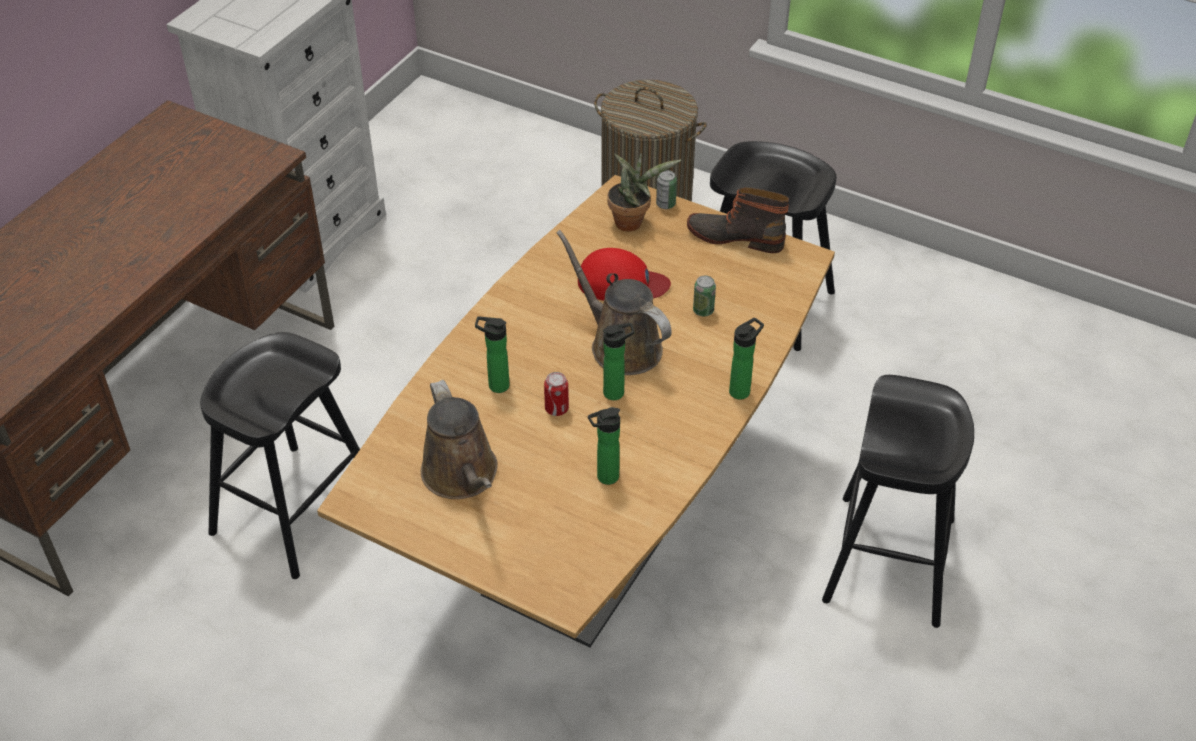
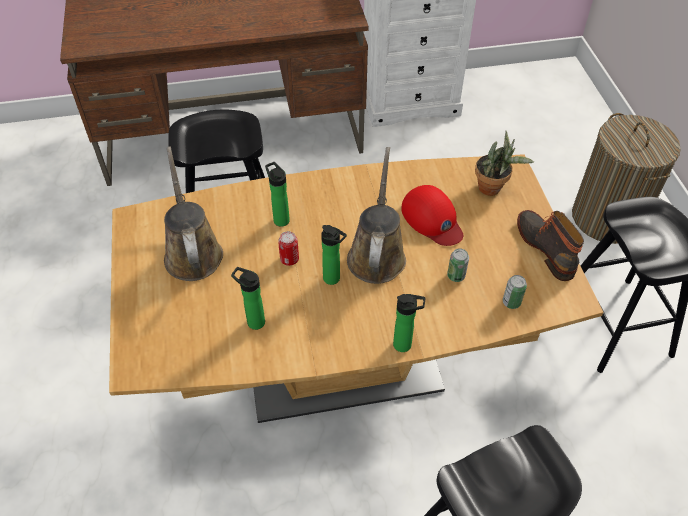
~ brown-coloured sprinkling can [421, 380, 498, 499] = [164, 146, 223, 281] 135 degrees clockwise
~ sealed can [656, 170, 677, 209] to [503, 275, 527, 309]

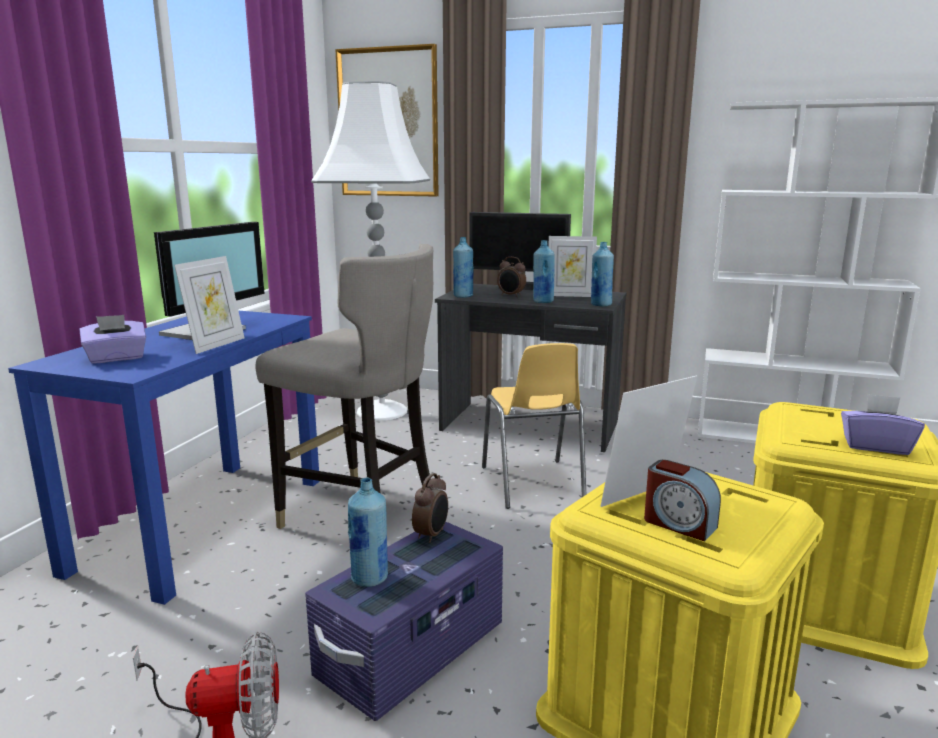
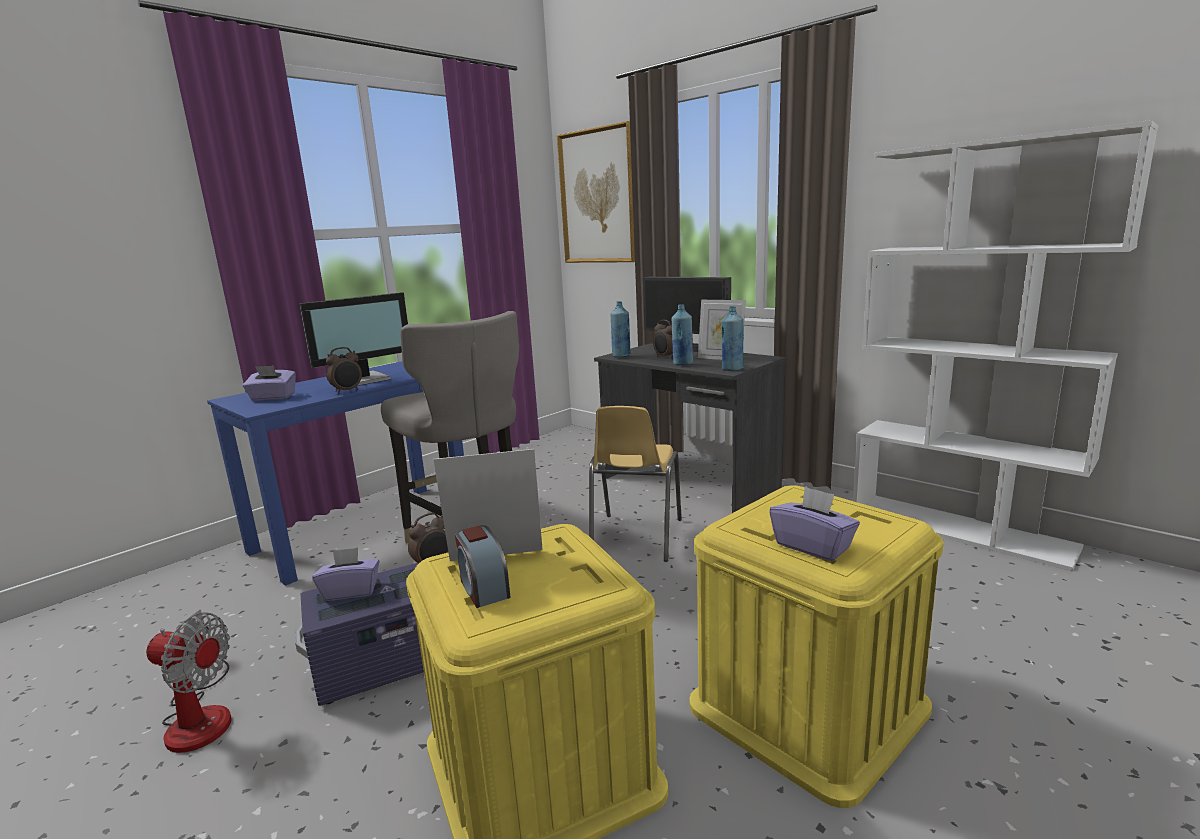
~ photo frame [174, 256, 245, 354] to alarm clock [326, 347, 362, 394]
- whitish standard lamp [311, 81, 430, 421]
~ bluish beverage bottle [348, 477, 388, 587] to purple box of tissues [312, 547, 379, 601]

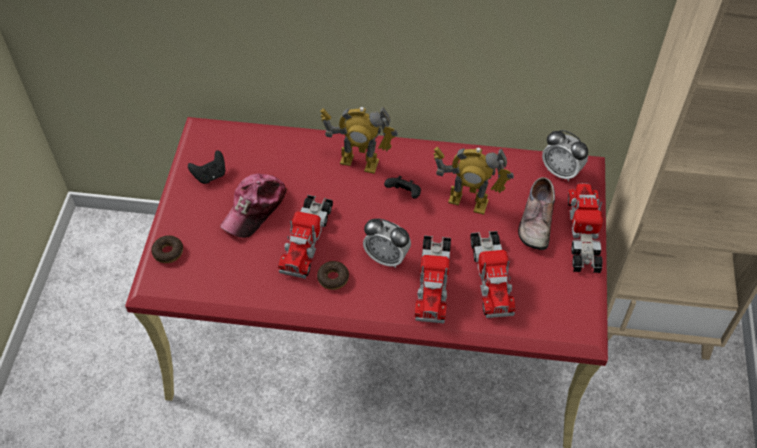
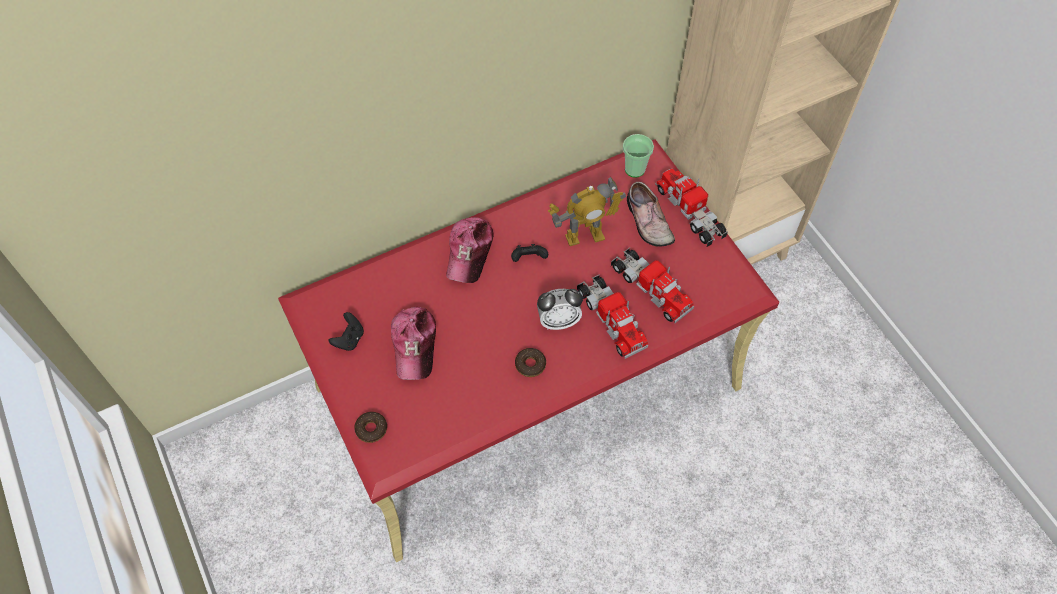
- model truck [278, 195, 333, 279]
~ toy robot [320, 106, 398, 174] to peaked cap [446, 217, 494, 283]
~ alarm clock [542, 130, 588, 182] to drinking cup [623, 134, 654, 178]

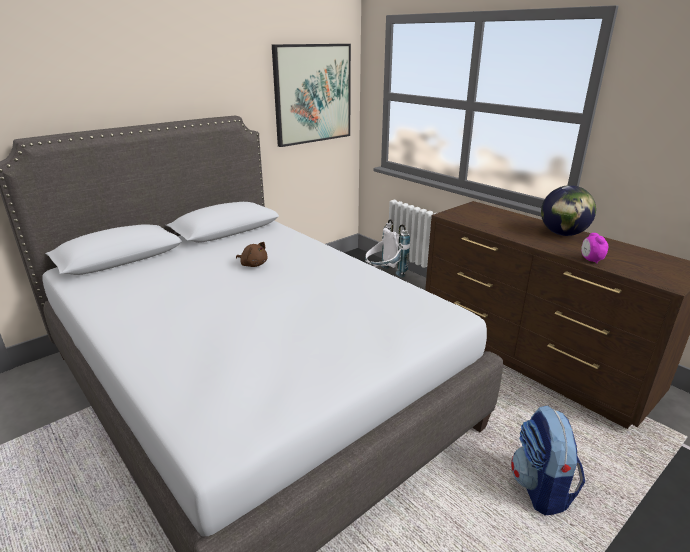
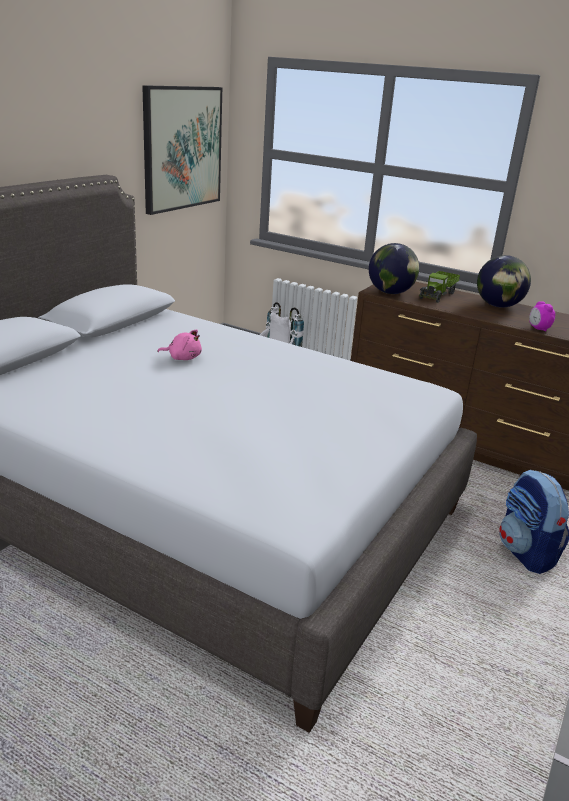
~ brown-coloured soft toy [236, 242, 268, 267] to pinkish soft toy [157, 329, 202, 360]
+ world globe [369, 243, 419, 294]
+ model truck [419, 271, 460, 303]

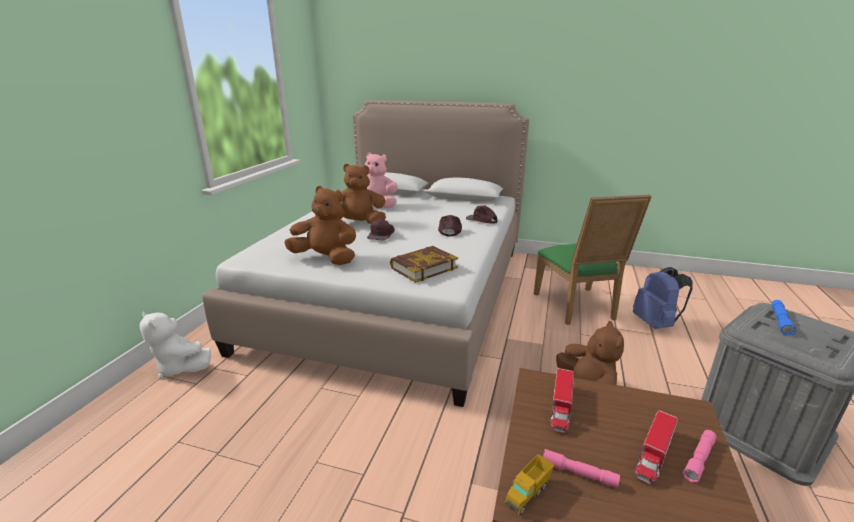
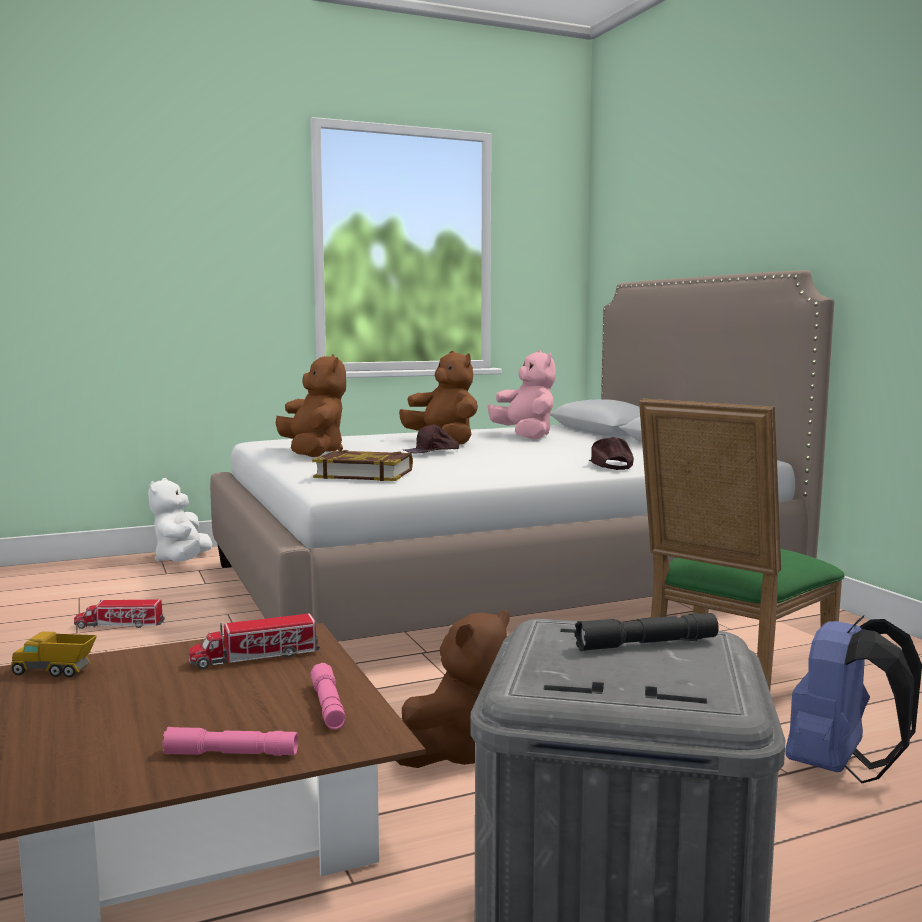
- brown-coloured peaked cap [438, 215, 462, 236]
~ pinkish flashlight [543, 449, 620, 488] to [311, 663, 346, 730]
~ model truck [635, 410, 678, 484] to [74, 599, 165, 629]
~ bluish flashlight [771, 300, 796, 336] to grey flashlight [574, 613, 719, 651]

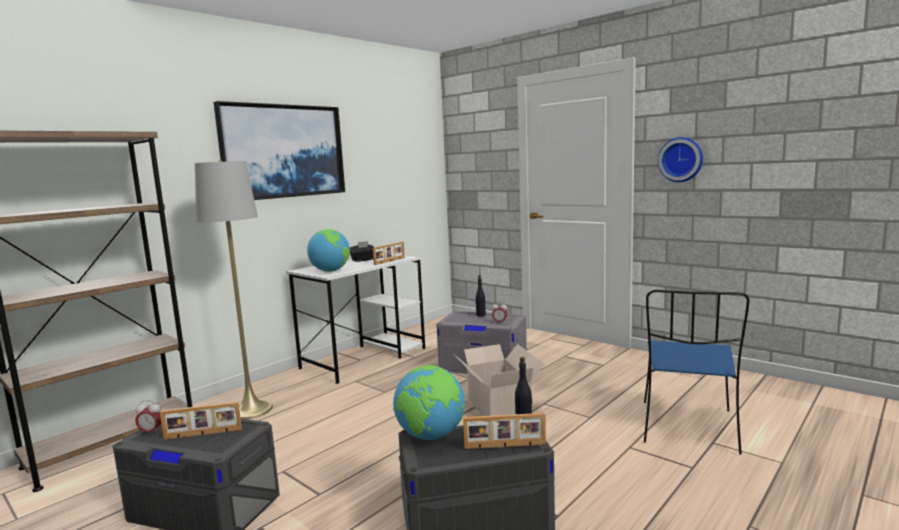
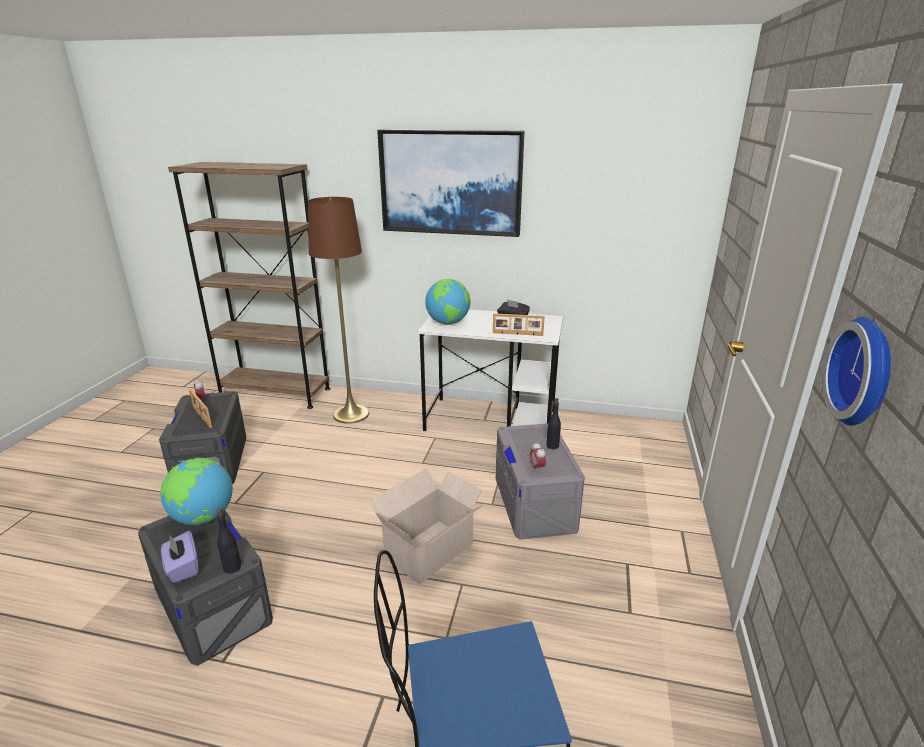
~ grey standard lamp [195, 160, 273, 419] to brown-coloured standard lamp [308, 197, 369, 424]
~ photo frame [463, 413, 546, 449] to purple box of tissues [161, 531, 199, 583]

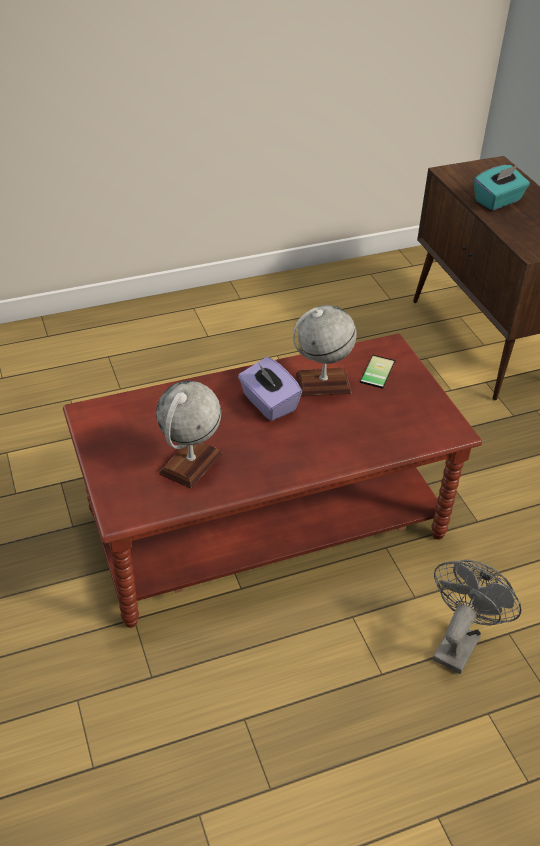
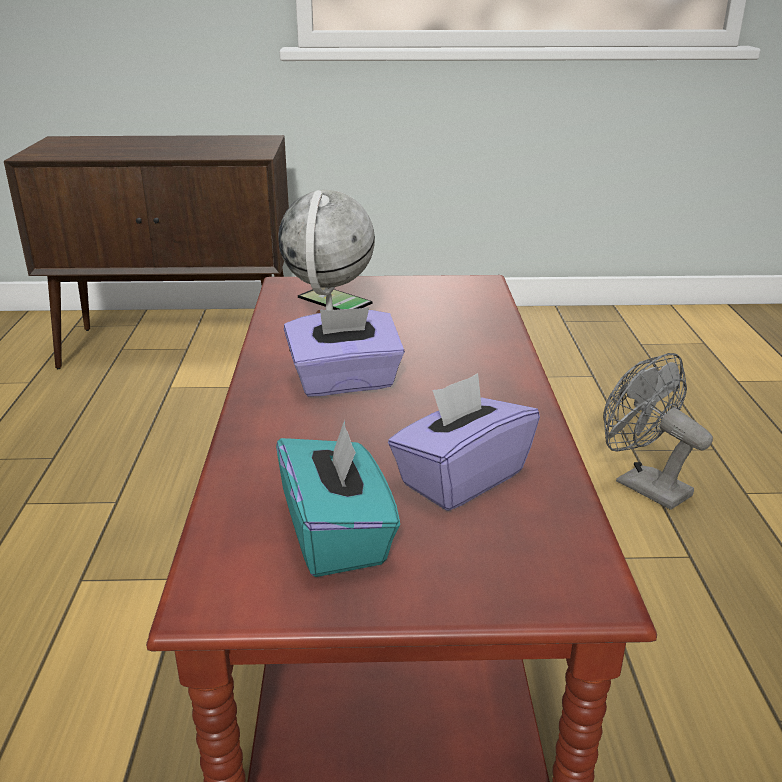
~ world globe [156, 381, 222, 489] to purple box of tissues [388, 373, 540, 511]
~ blue-green box of tissues [474, 165, 530, 210] to [276, 420, 400, 577]

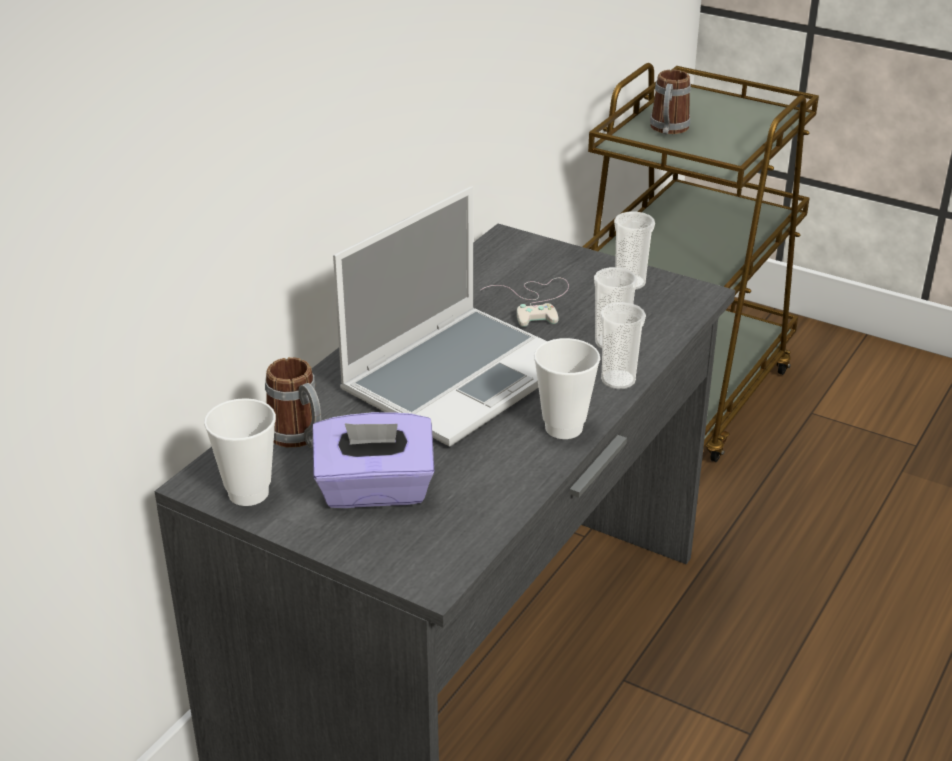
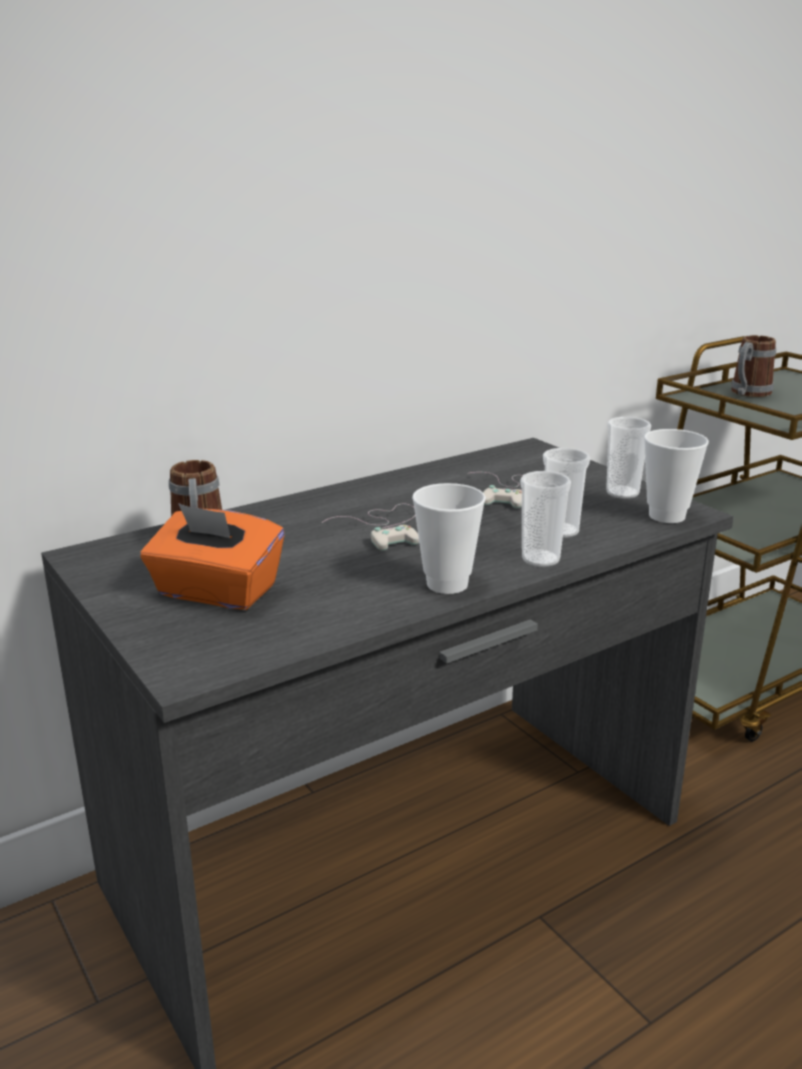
~ drinking cup [204, 398, 276, 506] to [644, 429, 709, 523]
~ purple box of tissues [313, 412, 434, 508] to orangey box of tissues [140, 503, 284, 610]
~ laptop [333, 186, 547, 447] to whitish gamepad [322, 503, 419, 551]

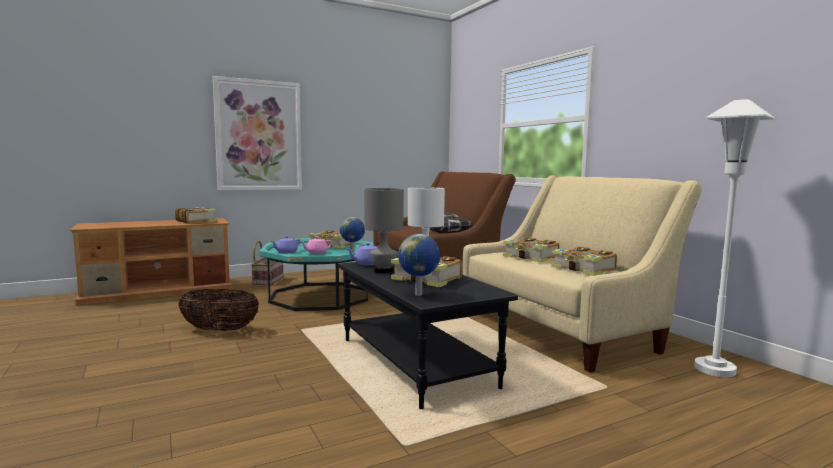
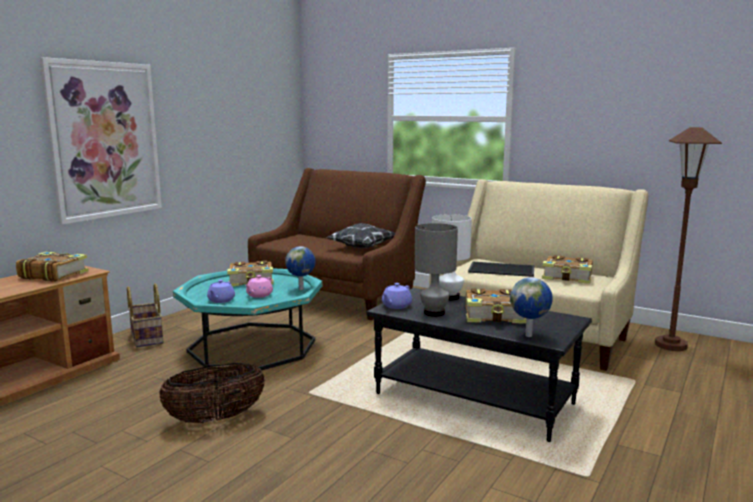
~ volume [503, 238, 560, 262] to tray [468, 262, 534, 277]
~ whitish standard lamp [694, 99, 775, 377] to brown-coloured standard lamp [655, 127, 722, 351]

